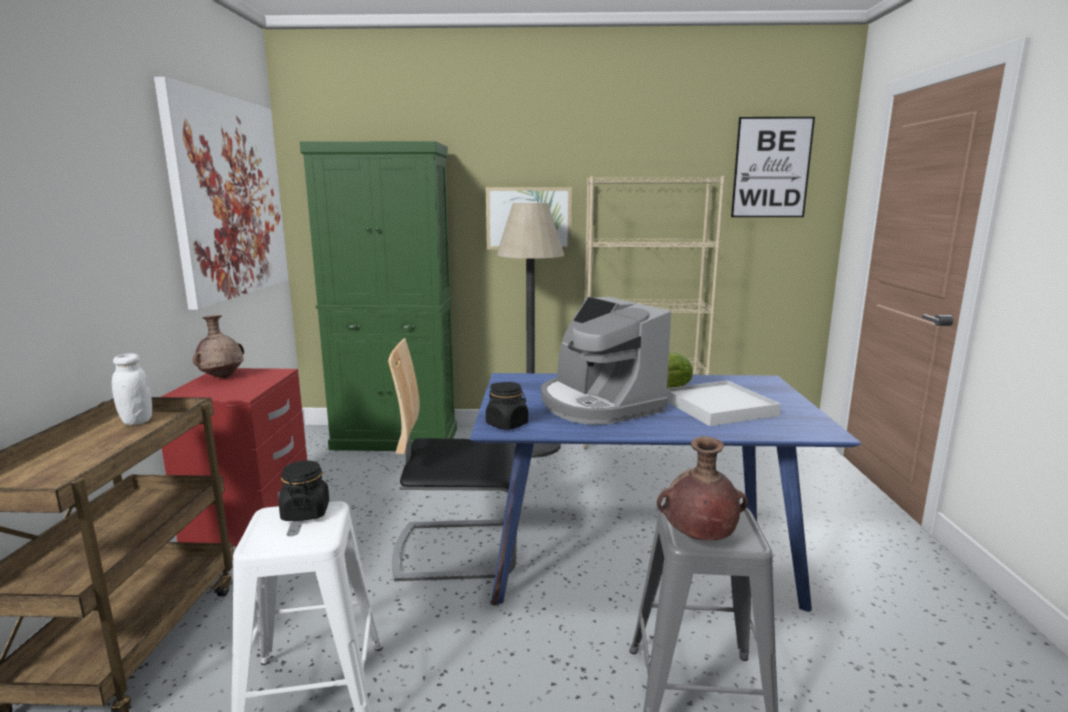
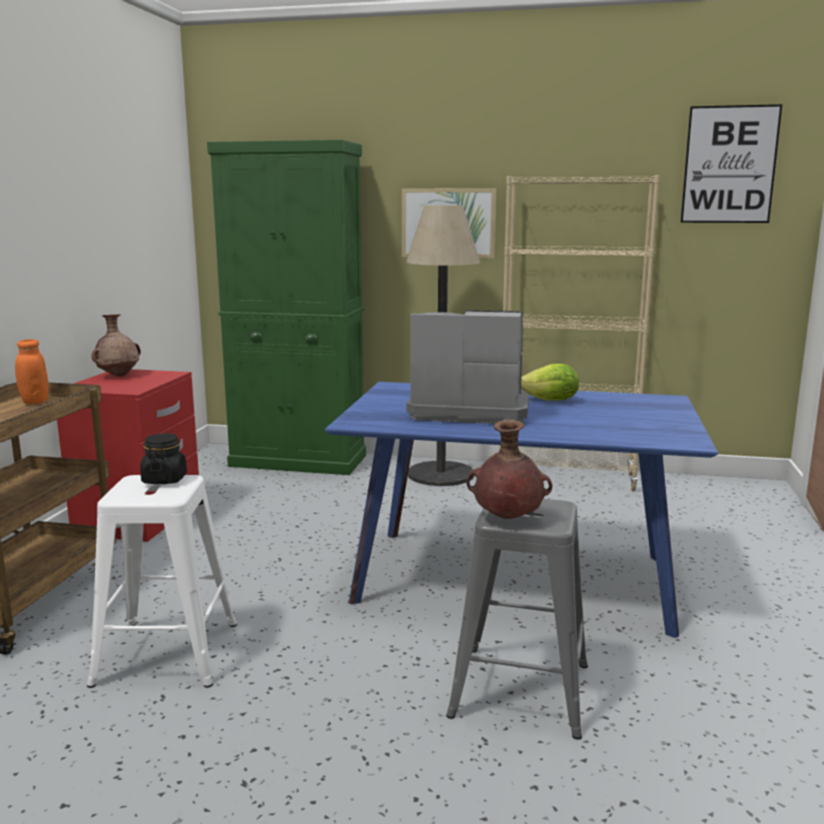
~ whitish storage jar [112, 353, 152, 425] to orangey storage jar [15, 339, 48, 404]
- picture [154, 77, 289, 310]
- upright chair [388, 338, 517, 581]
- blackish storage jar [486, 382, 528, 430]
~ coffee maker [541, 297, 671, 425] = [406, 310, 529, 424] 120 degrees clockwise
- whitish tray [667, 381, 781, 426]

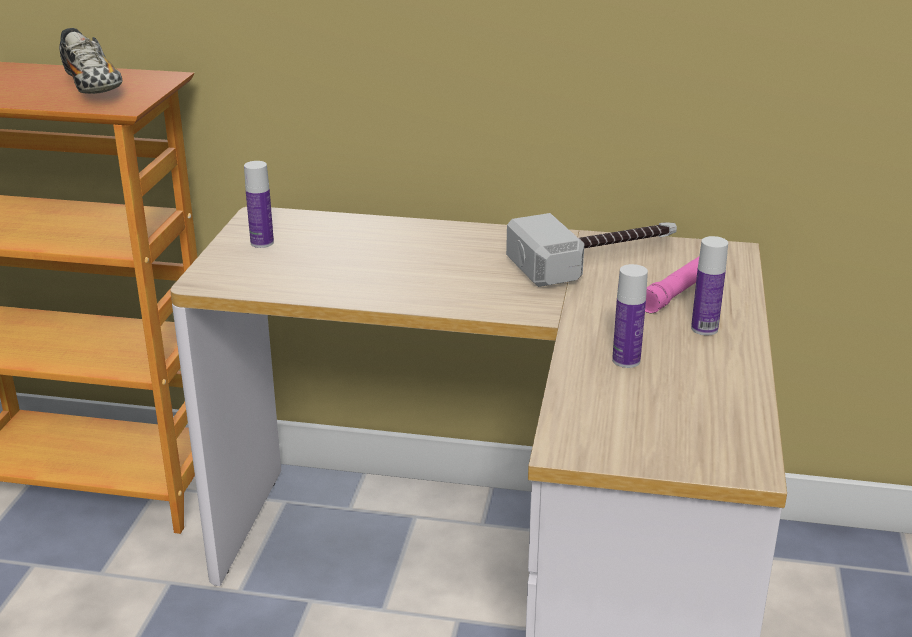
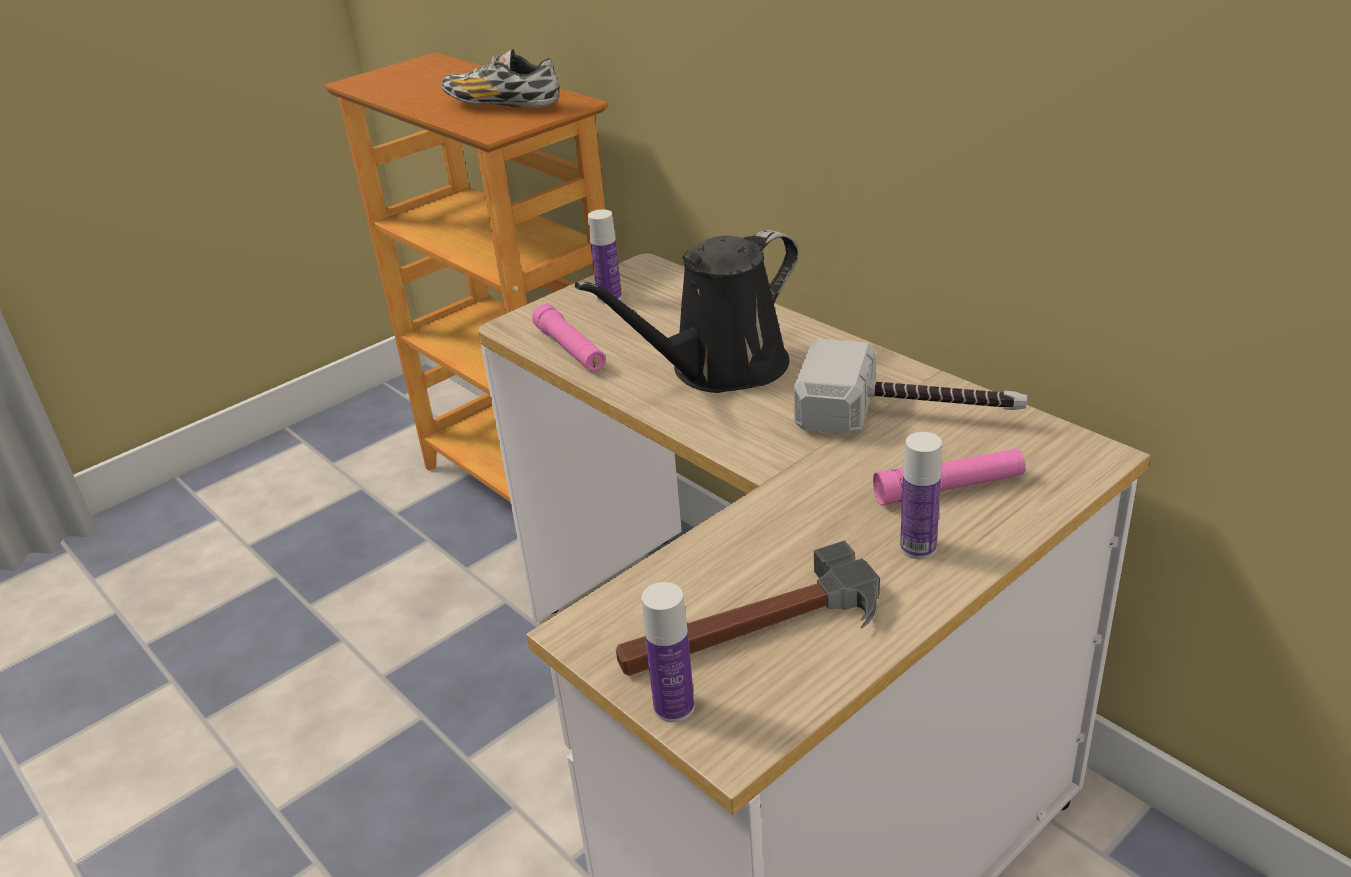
~ low shoe [59, 28, 122, 94] = [441, 49, 559, 108] 105 degrees clockwise
~ beverage bottle [612, 264, 648, 368] to [642, 582, 695, 722]
+ pinkish flashlight [532, 304, 606, 372]
+ blackish sprinkling can [575, 230, 798, 393]
+ hammer [616, 540, 880, 676]

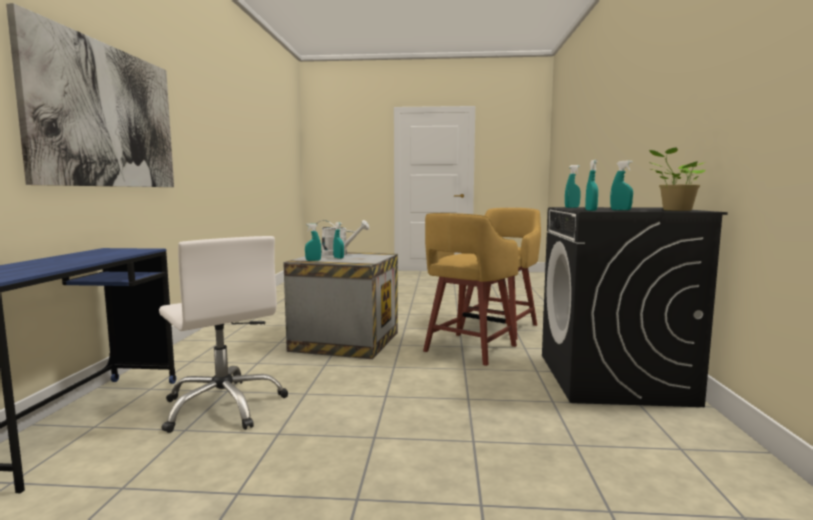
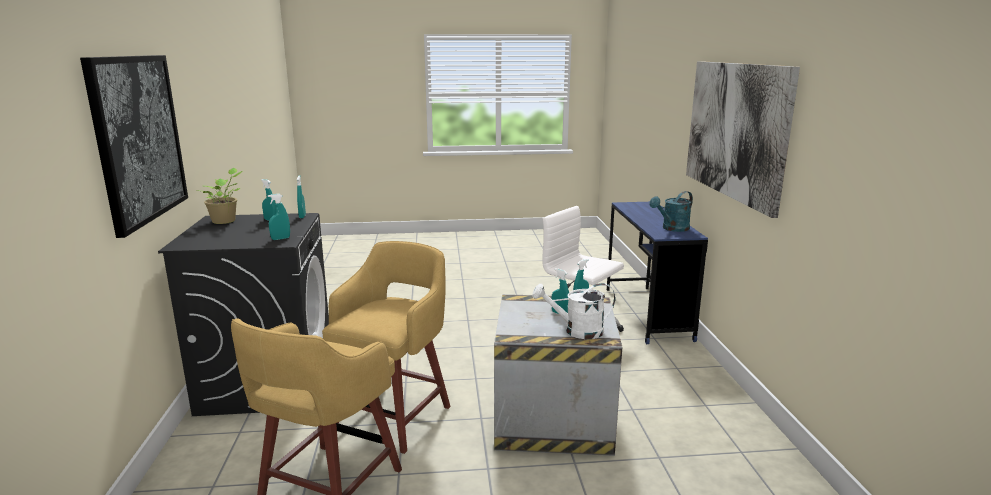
+ picture [80, 55, 188, 238]
+ blue-green sprinkling can [649, 191, 693, 232]

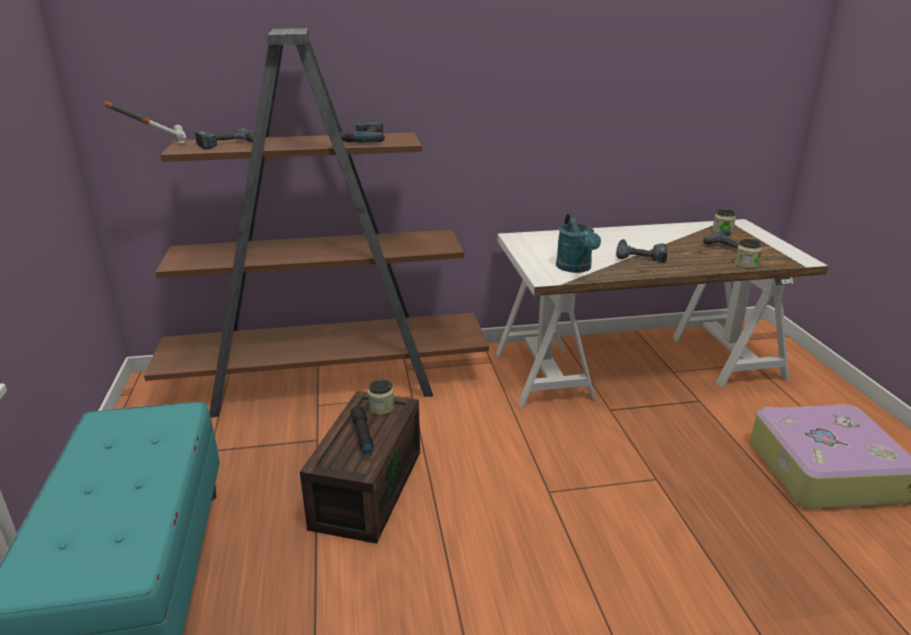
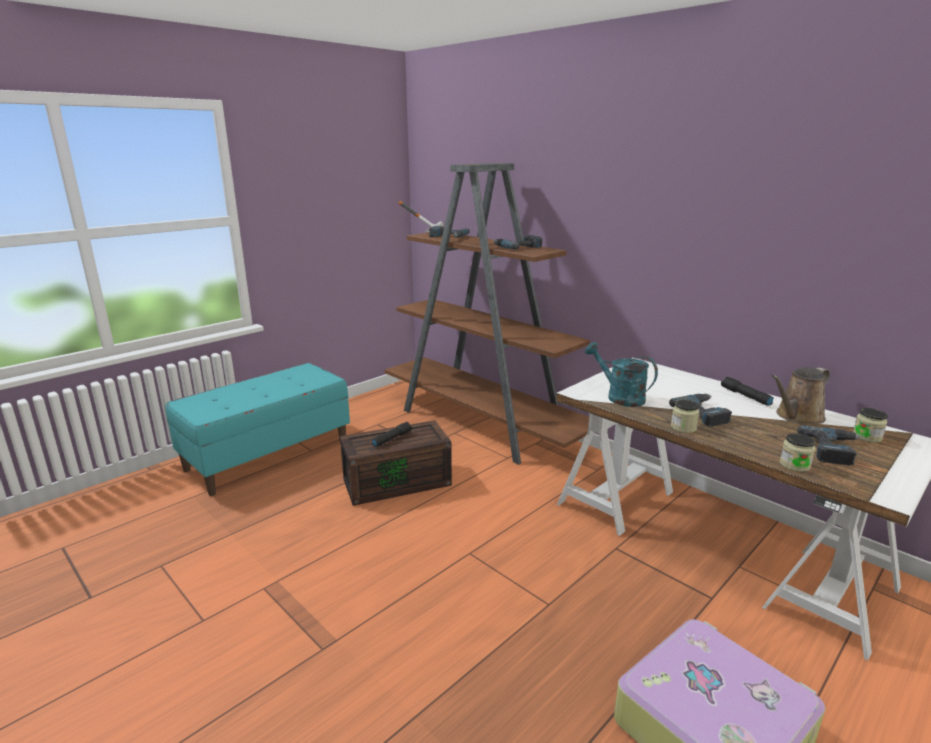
~ storage jar [368, 379, 394, 415] to [671, 399, 700, 433]
~ blue-green sprinkling can [556, 213, 601, 273] = [585, 342, 658, 407] 90 degrees clockwise
+ blackish flashlight [721, 377, 774, 406]
+ brown-coloured sprinkling can [771, 367, 830, 424]

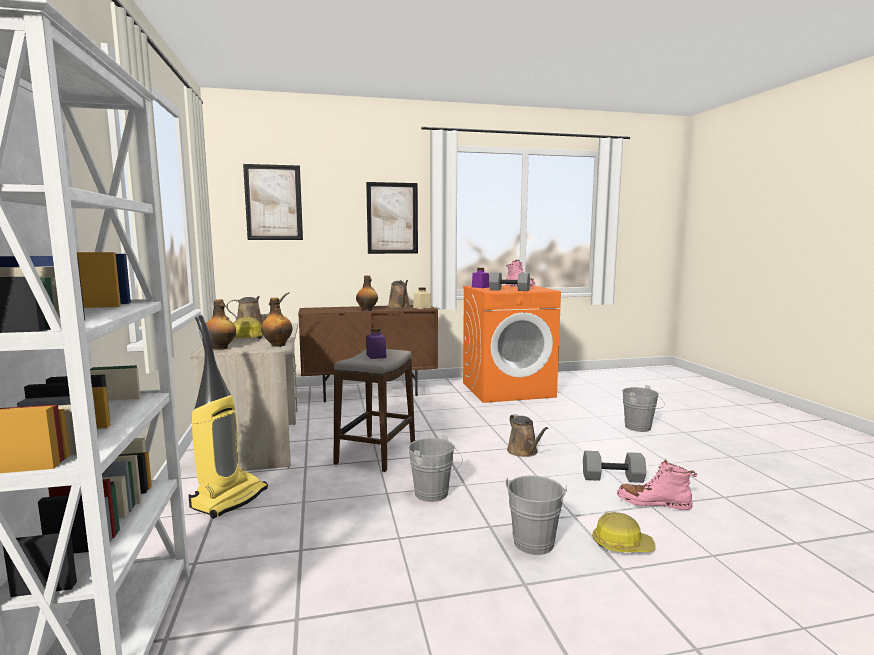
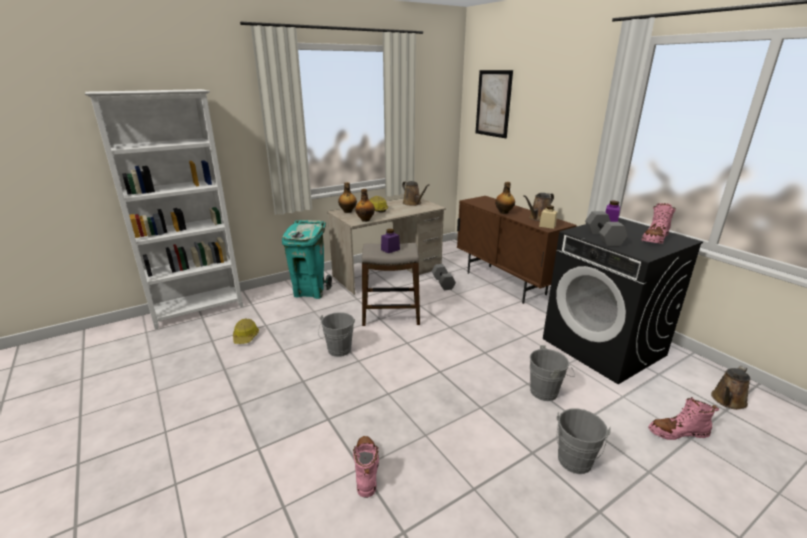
~ vacuum cleaner [188, 315, 268, 519] to blue-green trash can [282, 220, 332, 299]
- picture [366, 182, 418, 254]
~ orangey washing machine [463, 285, 561, 403] to blackish washing machine [543, 218, 703, 384]
~ grey pail [505, 475, 567, 555] to [530, 345, 575, 401]
~ brown-coloured sprinkling can [507, 414, 548, 457] to [711, 366, 750, 410]
~ grey dumbbell [583, 451, 646, 483] to [432, 264, 456, 290]
~ work helmet [592, 512, 656, 552] to [233, 318, 259, 344]
+ pinkish tall boot [648, 397, 719, 440]

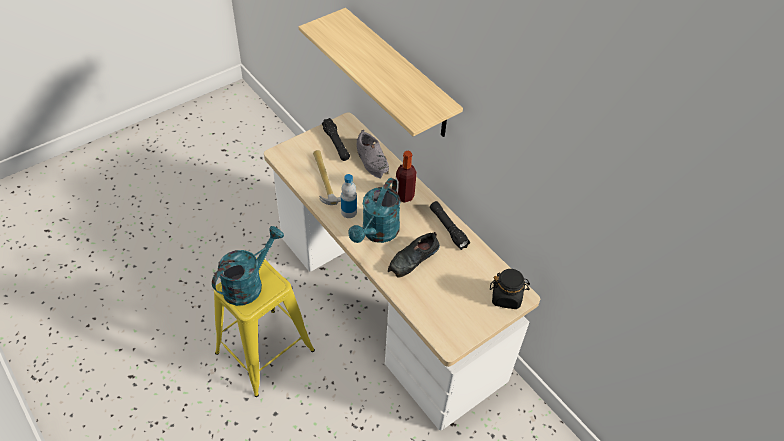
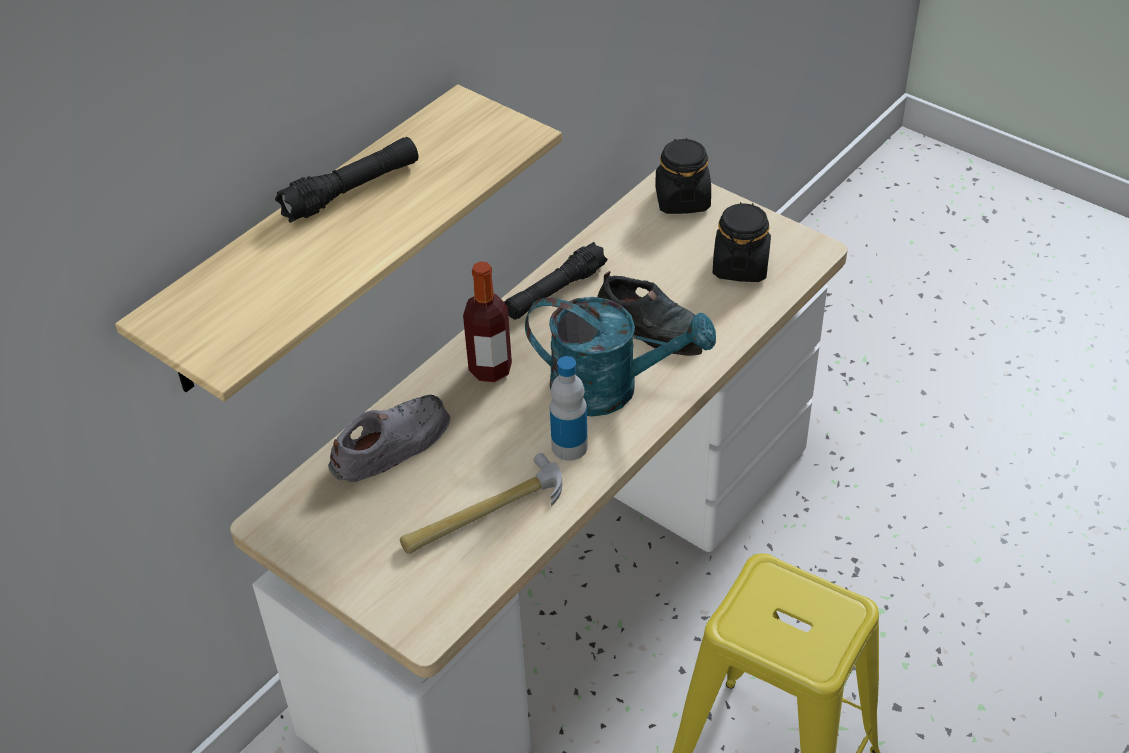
- blue-green sprinkling can [212, 226, 284, 306]
~ blackish flashlight [322, 118, 350, 161] to [275, 137, 418, 223]
+ blackish storage jar [713, 202, 771, 282]

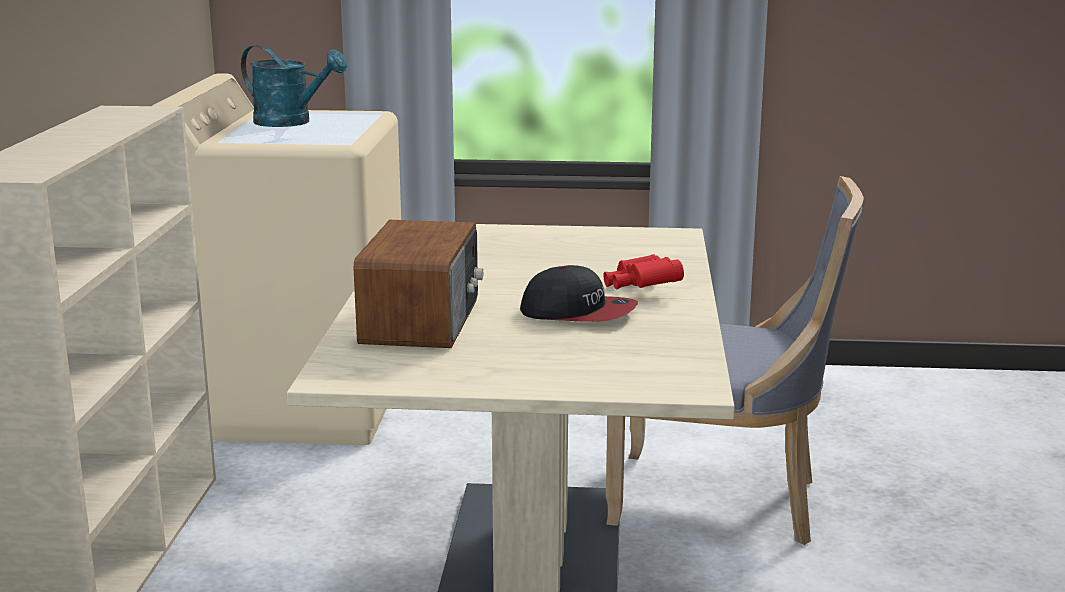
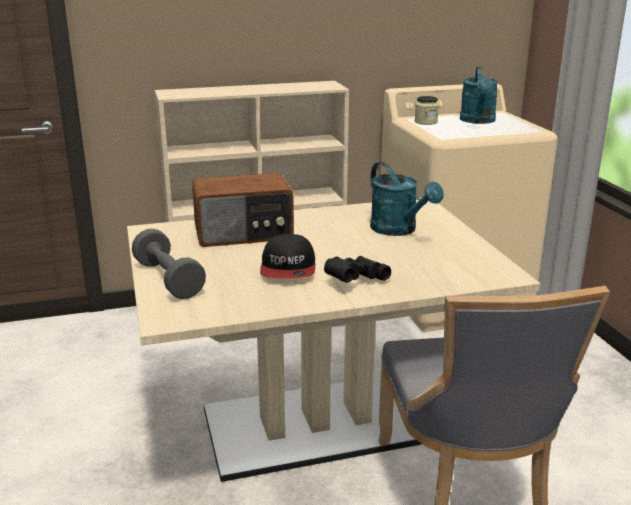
~ reddish pair of binoculars [603, 254, 684, 290] to blackish pair of binoculars [324, 256, 391, 283]
+ grey dumbbell [132, 229, 206, 299]
+ blue-green sprinkling can [370, 162, 444, 236]
+ storage jar [415, 96, 439, 125]

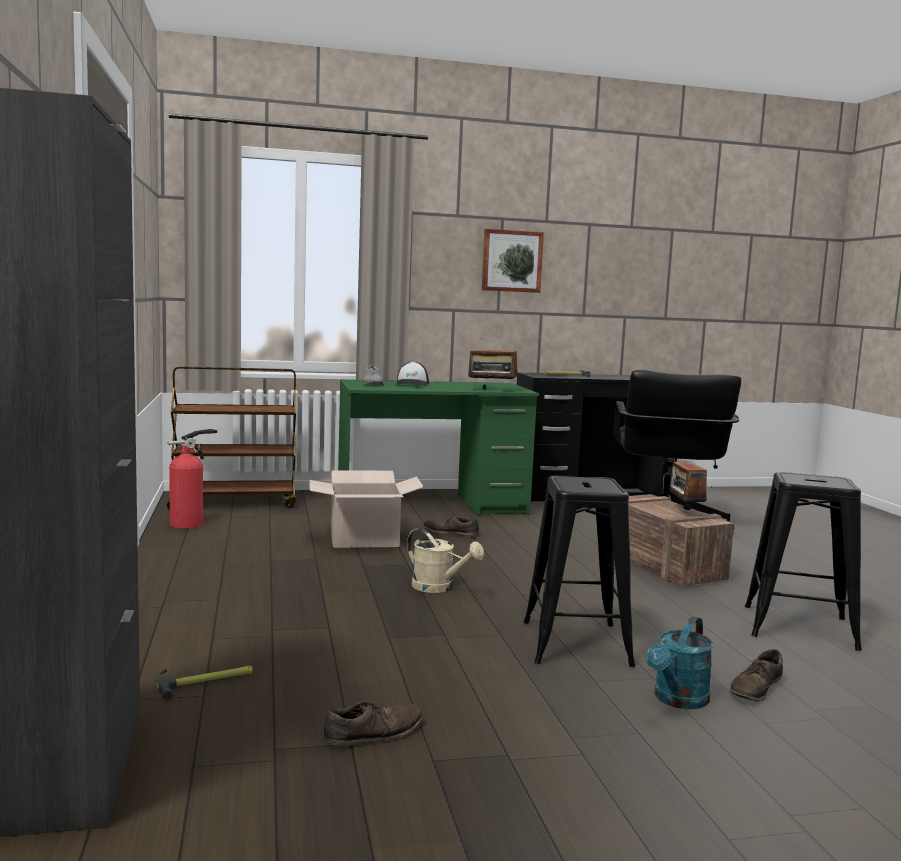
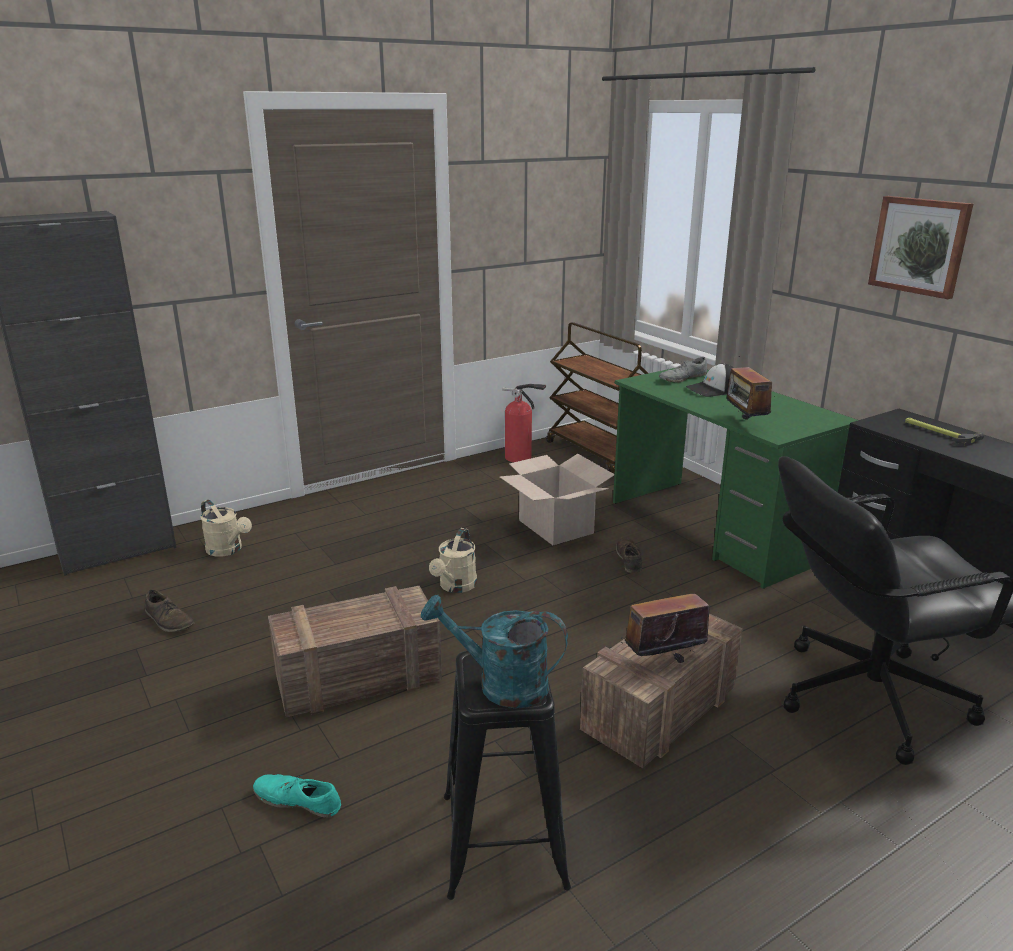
~ hammer [157, 666, 252, 701] to beige-coloured sprinkling can [200, 500, 252, 557]
~ blackish stool [523, 476, 635, 667] to shipping crate [268, 586, 442, 717]
~ blue-green sprinkling can [646, 616, 713, 709] to [421, 595, 568, 708]
~ brown-coloured low shoe [730, 649, 783, 702] to blue-green low shoe [253, 774, 341, 818]

